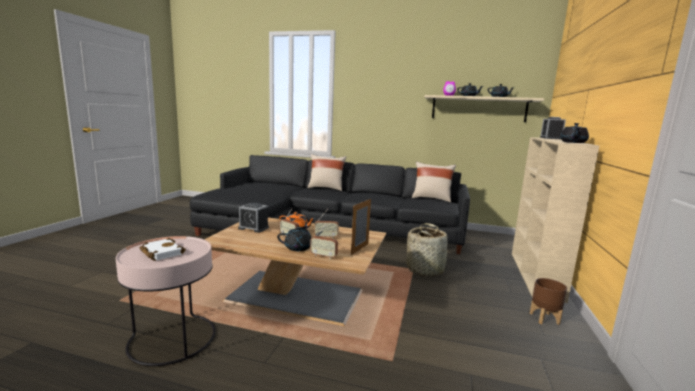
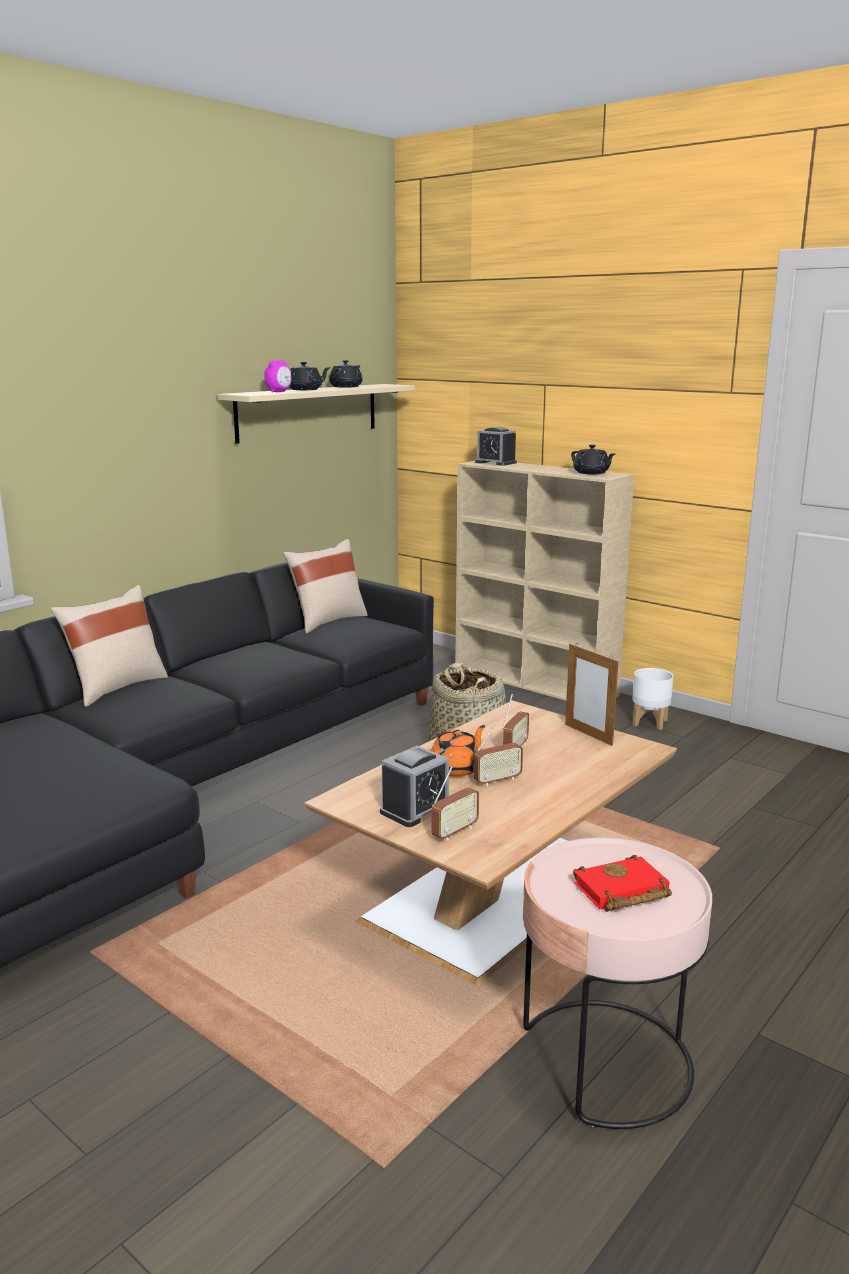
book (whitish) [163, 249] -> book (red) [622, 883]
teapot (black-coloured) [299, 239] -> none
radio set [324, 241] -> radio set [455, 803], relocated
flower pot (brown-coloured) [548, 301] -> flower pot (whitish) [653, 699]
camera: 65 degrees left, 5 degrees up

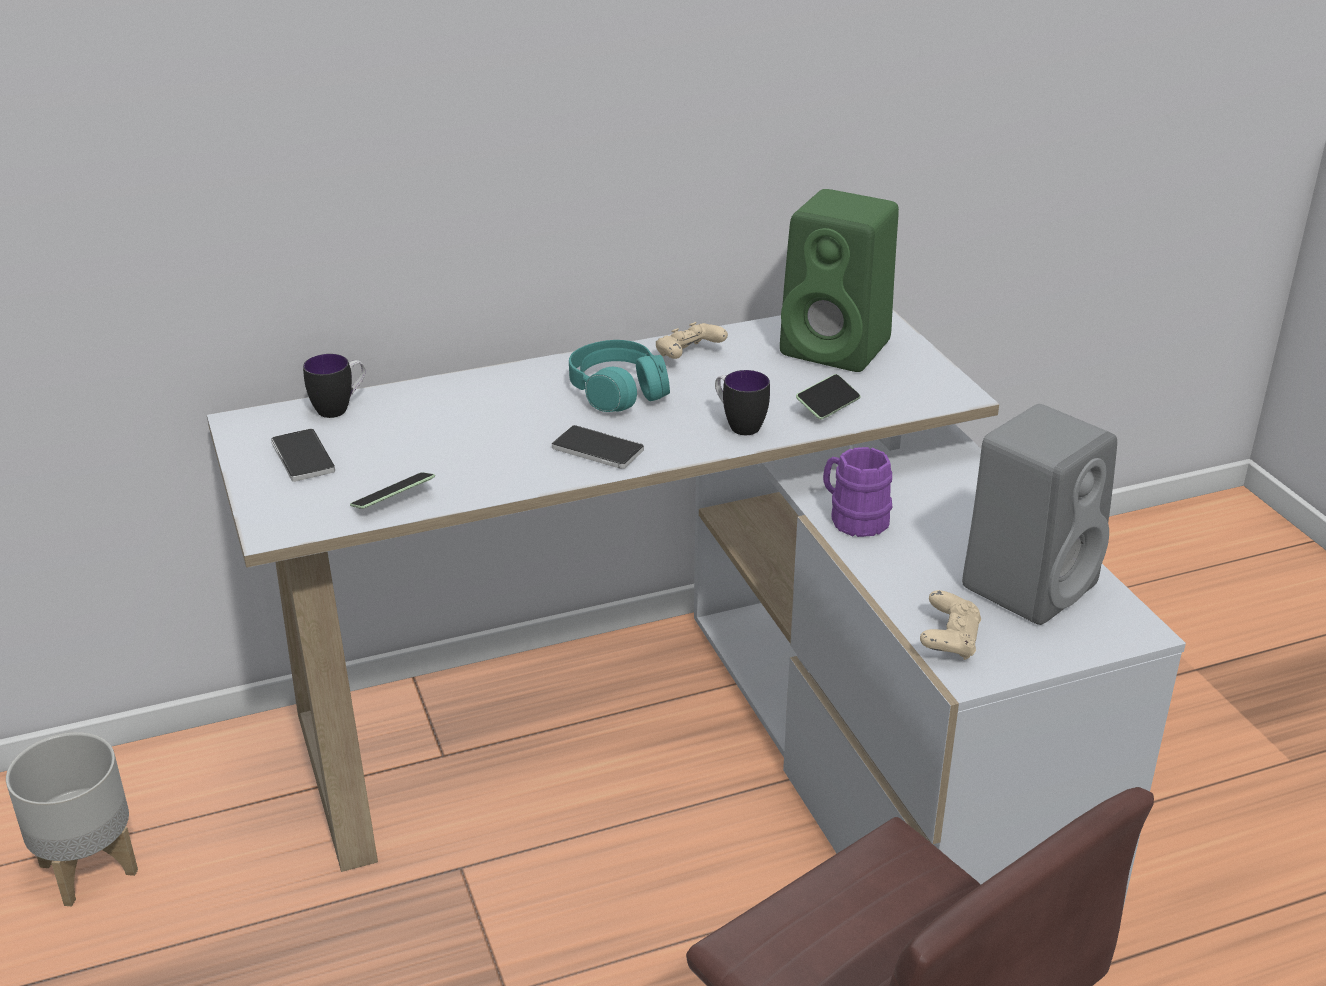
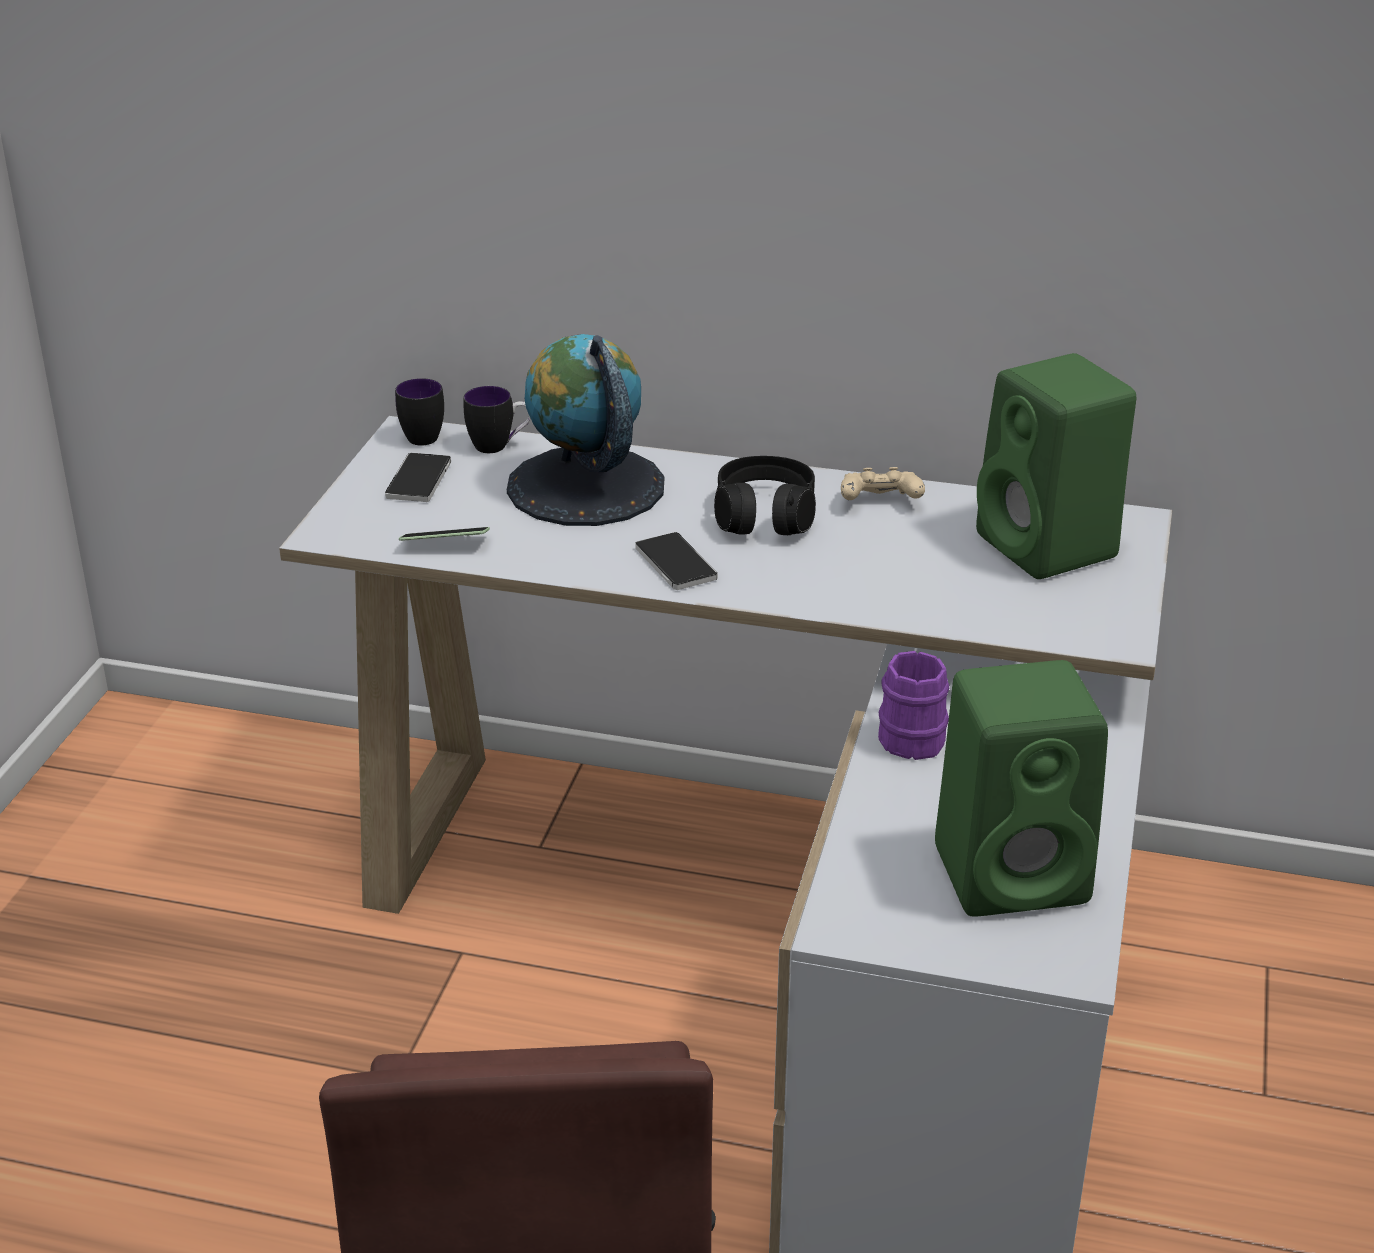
flower pot (greyish) [72, 819] -> none
headset (turquoise-coloured) [619, 376] -> headset (black-coloured) [765, 495]
coffee mug [742, 402] -> coffee mug [419, 412], relocated
telephone [828, 396] -> none
game controller (sand-coloured) [950, 625] -> none
loudspeaker (greyish) [1039, 514] -> loudspeaker (green-coloured) [1021, 788]
none -> globe [585, 430]
camera: 35 degrees right, 0 degrees up

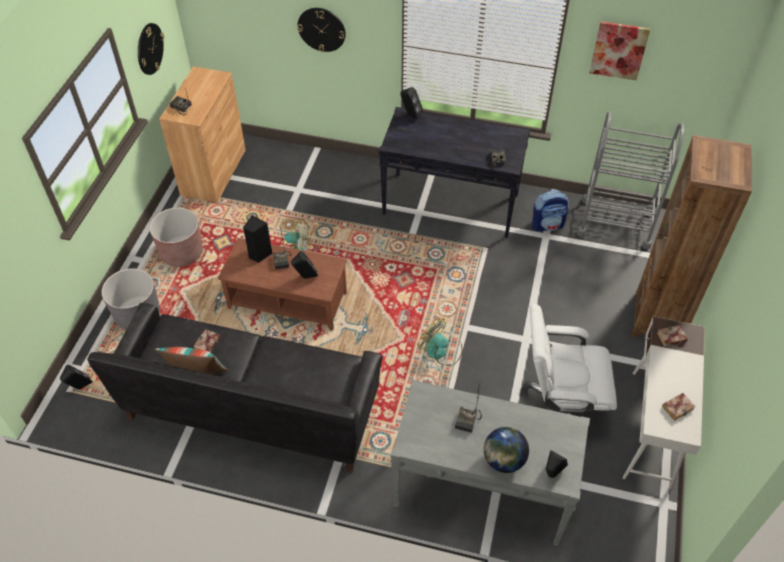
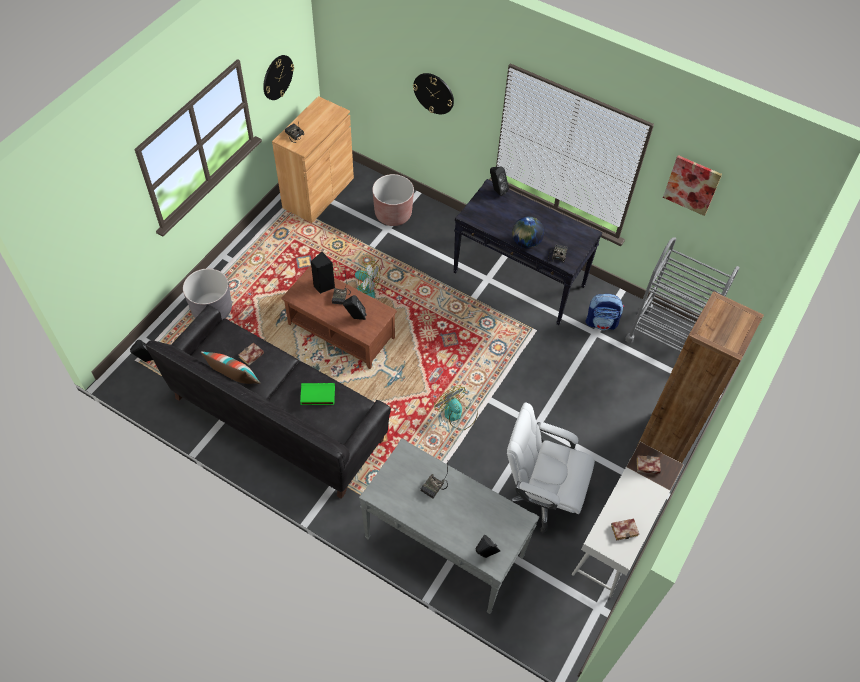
flower pot (brown-coloured) [176, 237] -> flower pot (brown-coloured) [393, 200], relocated
globe [506, 450] -> globe [528, 232], relocated
none -> book (green-coloured) [317, 394]
camera: 15 degrees right, 5 degrees up

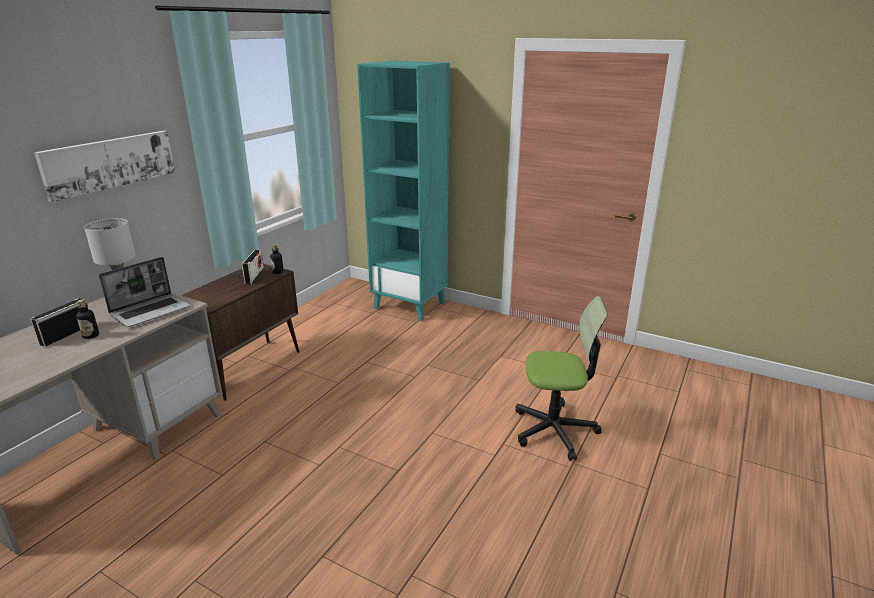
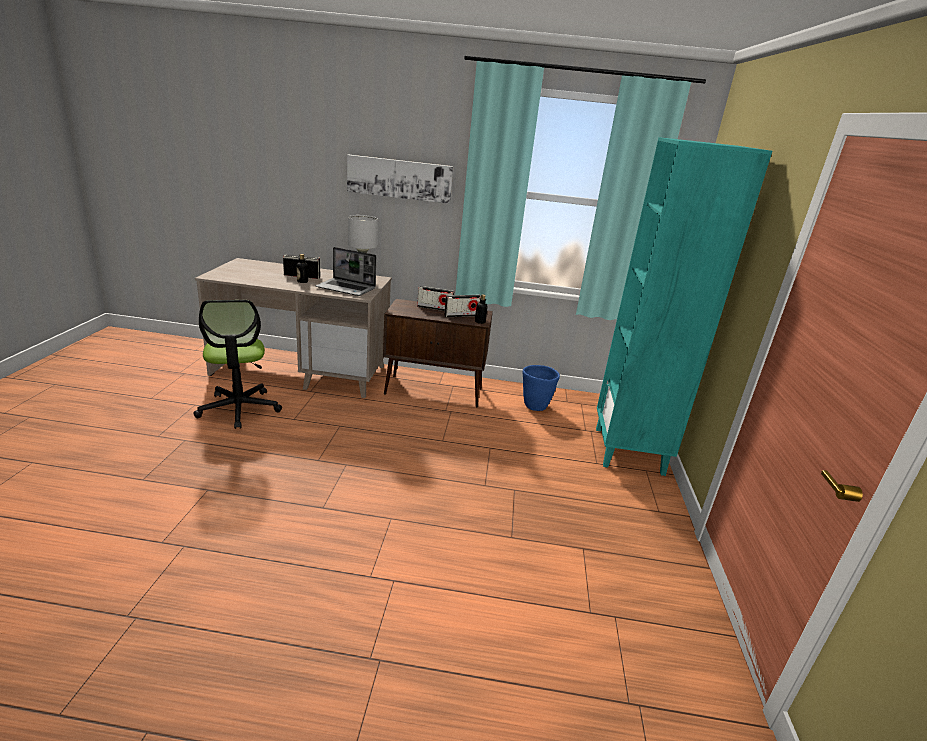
office chair [562, 378] -> office chair [237, 364], relocated
none -> radio set [435, 298]
none -> flower pot (bluish) [541, 388]
camera: 65 degrees right, 0 degrees up

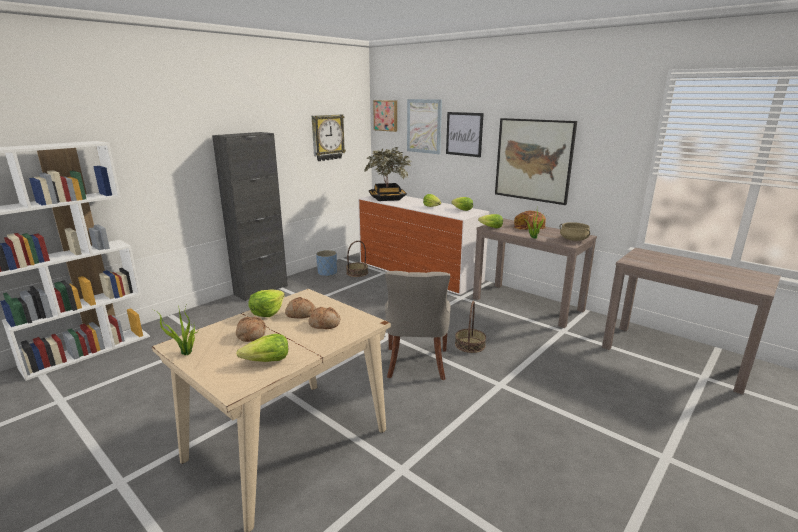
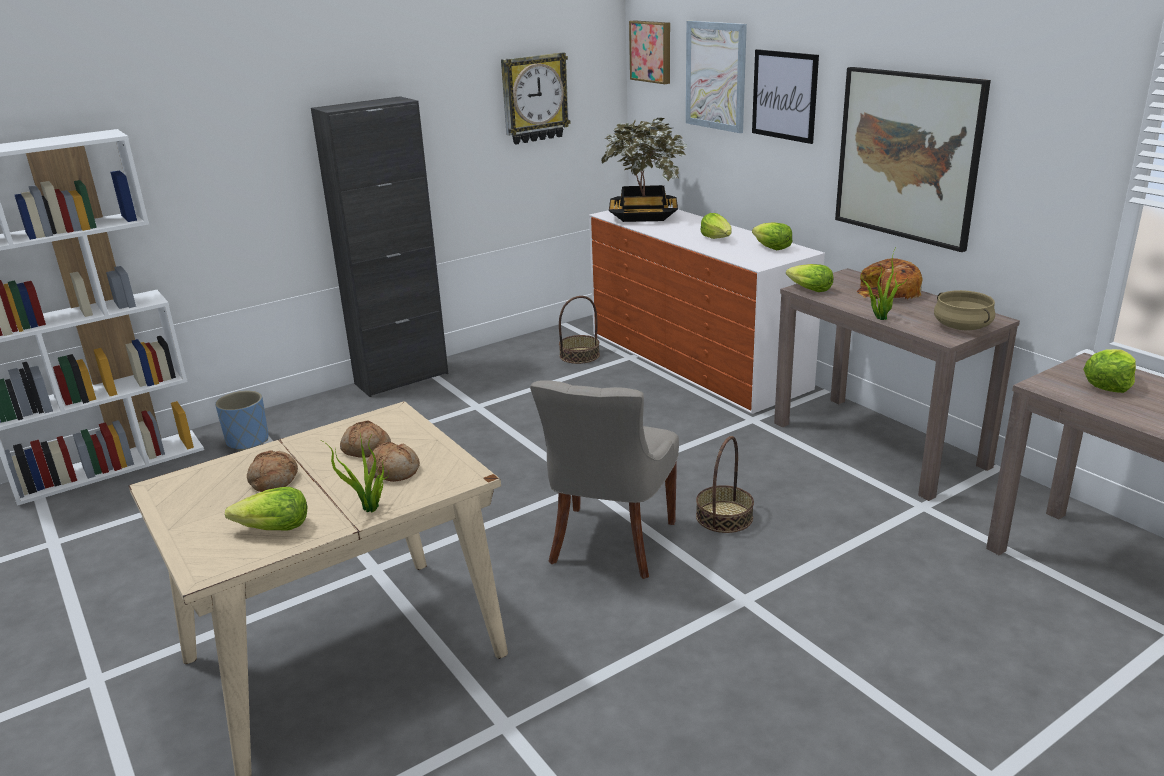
plant in a pot [176, 330] -> plant in a pot [355, 473], relocated
lettuce [266, 303] -> lettuce [1109, 371], relocated
flower pot (bluish) [326, 263] -> flower pot (bluish) [241, 420], relocated
camera: 15 degrees right, 5 degrees up

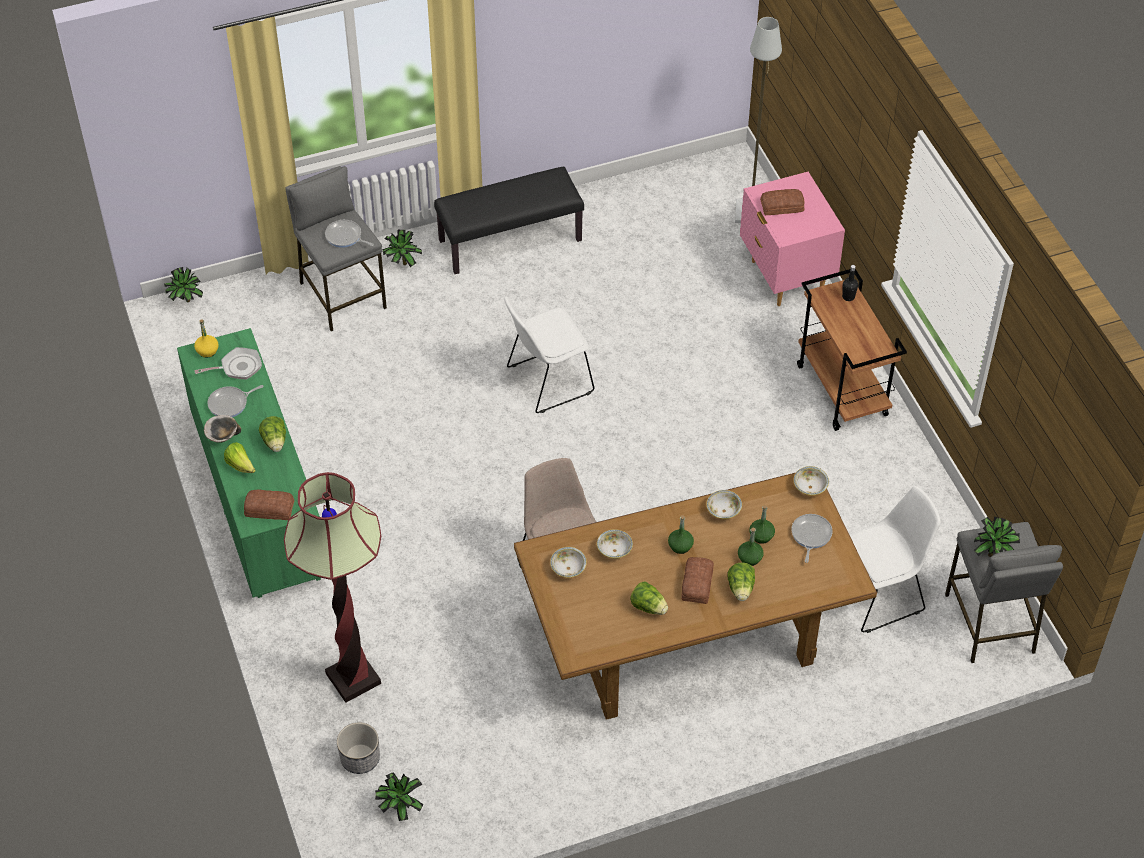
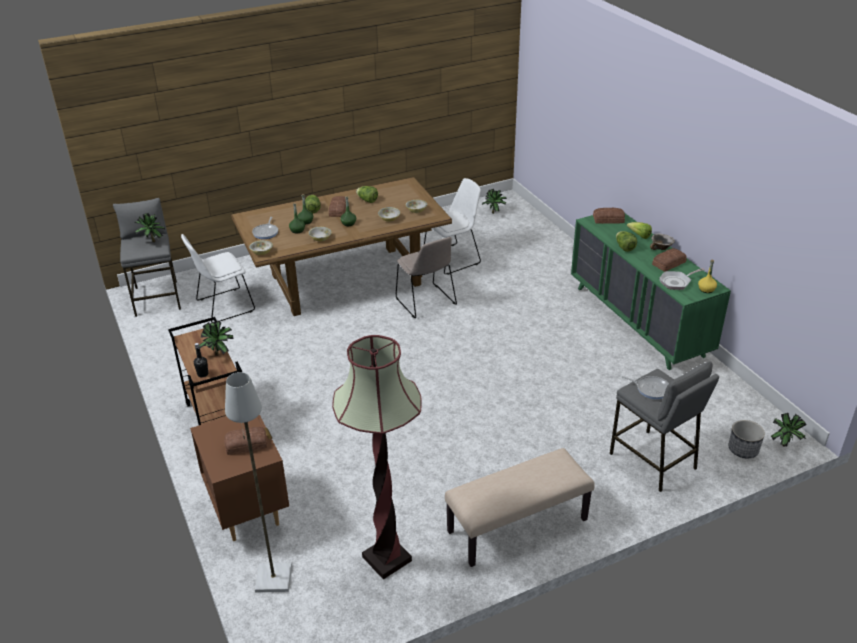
skillet [235, 401] -> bread [669, 260]
floor lamp [332, 587] -> floor lamp [377, 457], relocated
flower pot [358, 748] -> flower pot [747, 439], relocated
plant in a pot [402, 248] -> plant in a pot [216, 338], relocated
long seat (black-coloured) [509, 220] -> long seat (sand-coloured) [520, 507]
upright chair (whitish) [549, 354] -> upright chair (whitish) [452, 226], relocated
bedside table (pinkish) [792, 239] -> bedside table (brown-coloured) [239, 477]
camera: 175 degrees right, 15 degrees down

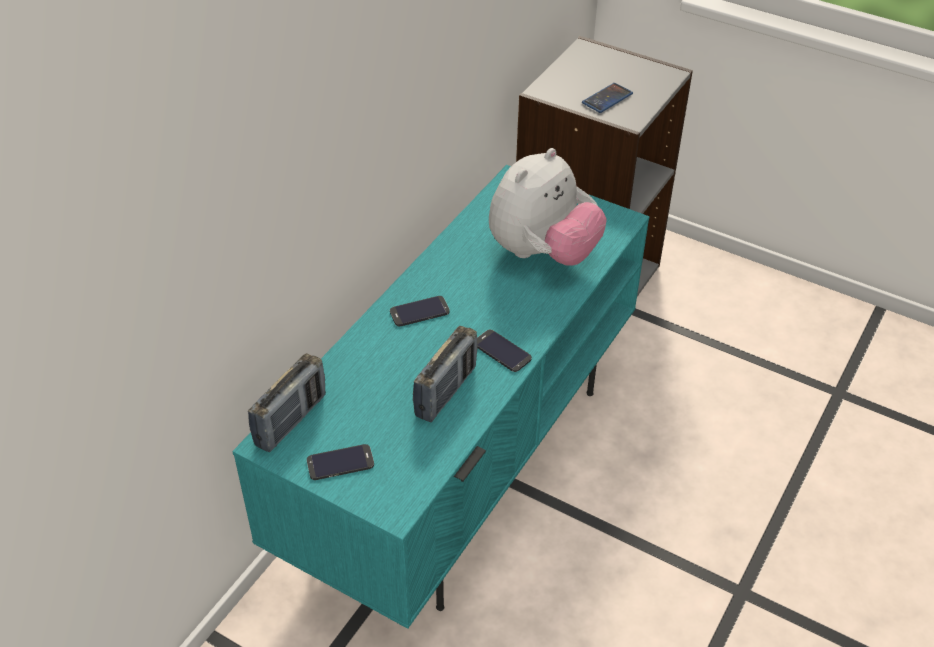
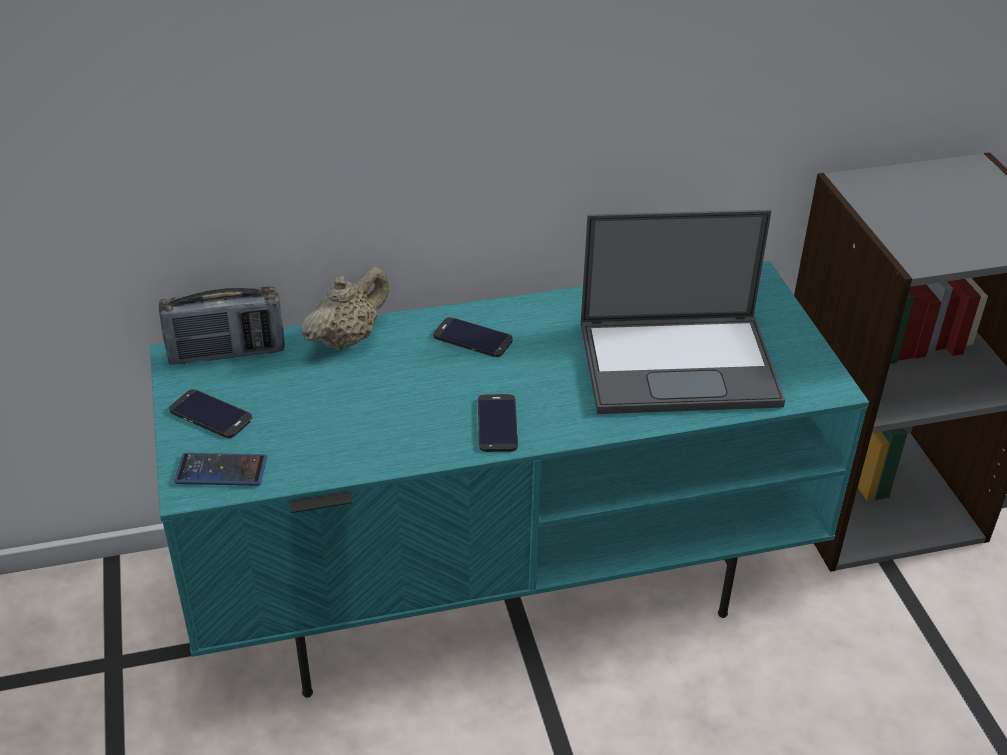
radio set [445, 374] -> none
soft toy [548, 207] -> notebook computer [683, 312]
telephone [607, 98] -> telephone [220, 469], relocated
none -> teapot (sand-coloured) [345, 309]
camera: 45 degrees right, 5 degrees down

